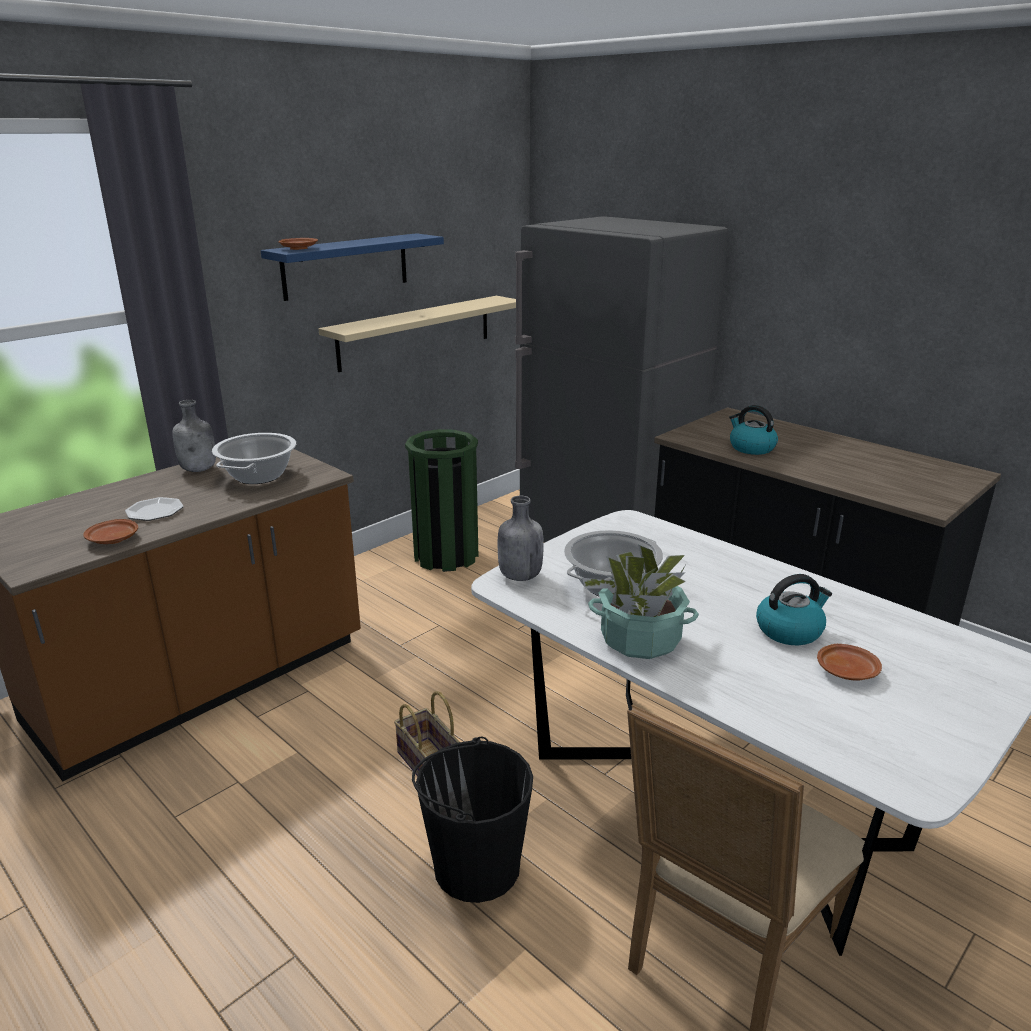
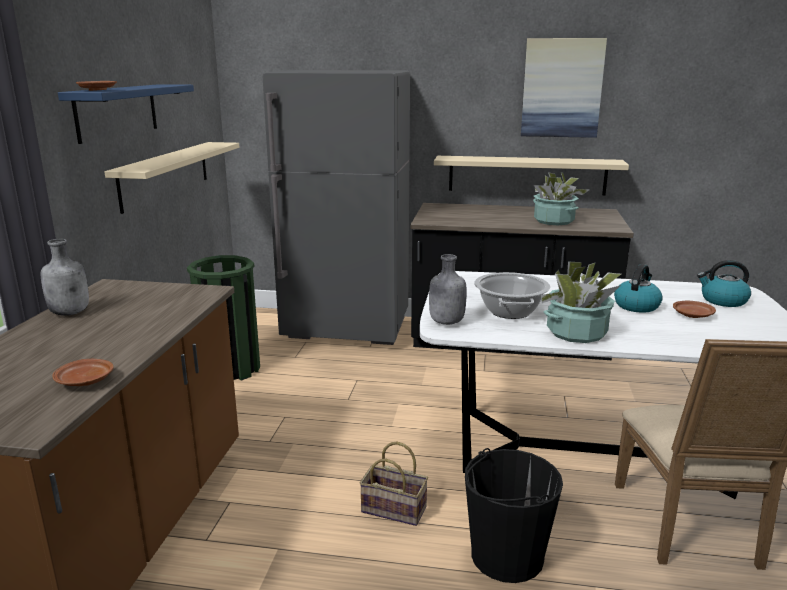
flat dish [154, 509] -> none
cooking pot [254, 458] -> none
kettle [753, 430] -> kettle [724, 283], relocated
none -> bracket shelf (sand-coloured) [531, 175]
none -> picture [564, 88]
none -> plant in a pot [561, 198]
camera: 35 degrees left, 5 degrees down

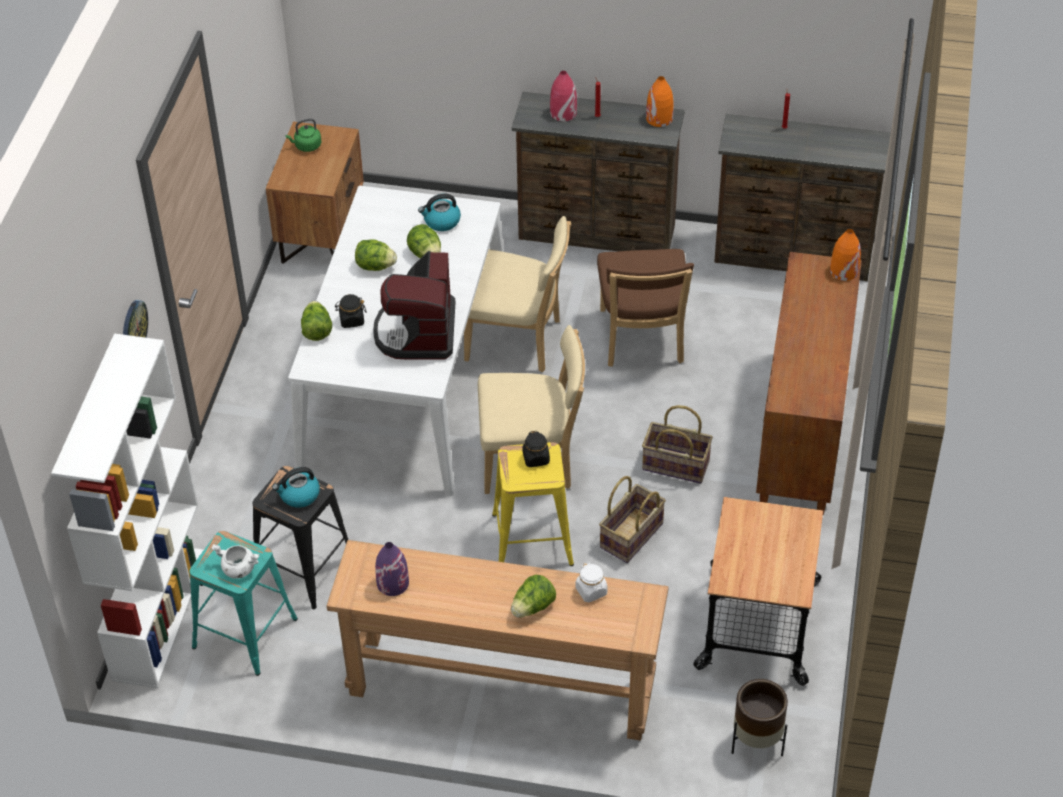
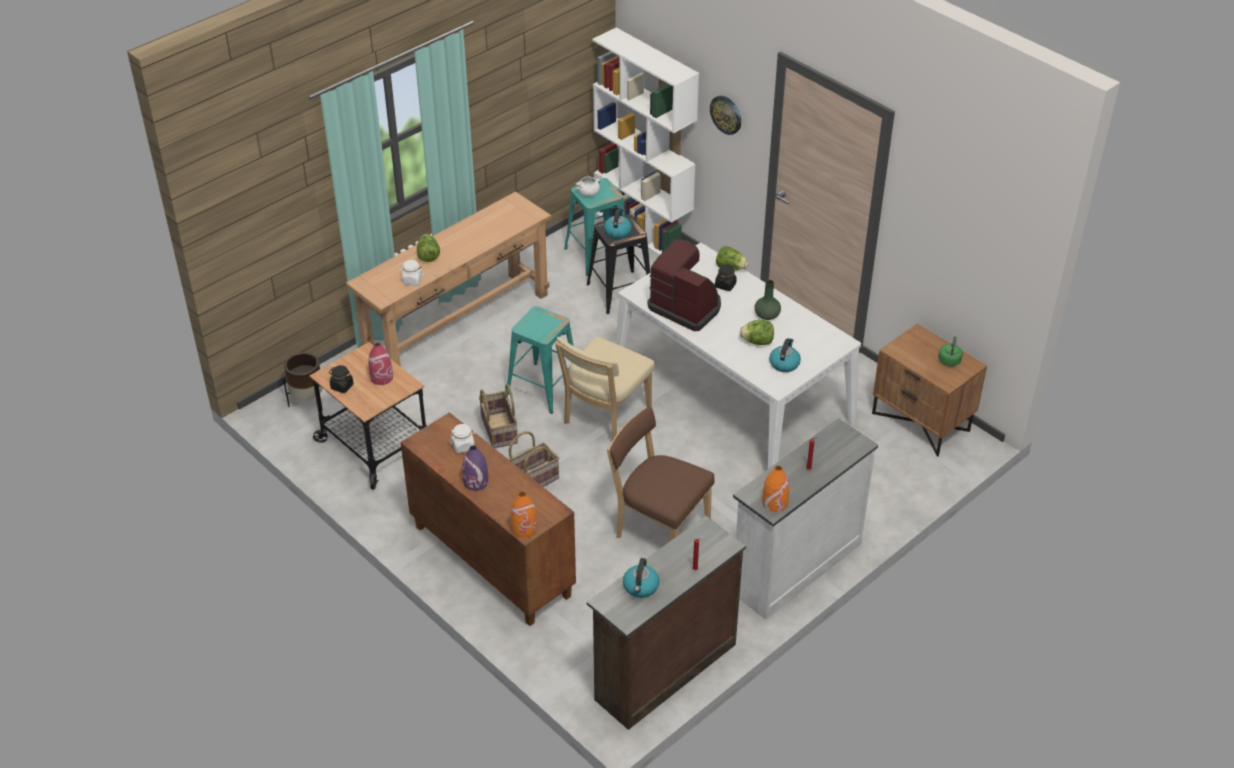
lettuce [376, 255] -> flower vase (green-coloured) [767, 300]
flower vase (purple) [392, 569] -> flower vase (purple) [475, 468], relocated
upright chair (sand-coloured) [517, 294] -> none
sitting stool (yellowish) [533, 504] -> sitting stool (turquoise-coloured) [540, 360]
drawer chest (brown-coloured) [598, 171] -> drawer chest (whitish) [805, 519]
storage jar (black-coloured) [536, 449] -> storage jar (black-coloured) [341, 379], relocated
flower vase (red) [563, 96] -> flower vase (red) [380, 364], relocated
none -> storage jar (whitish) [463, 438]
none -> kettle [641, 578]
camera: 125 degrees right, 5 degrees down

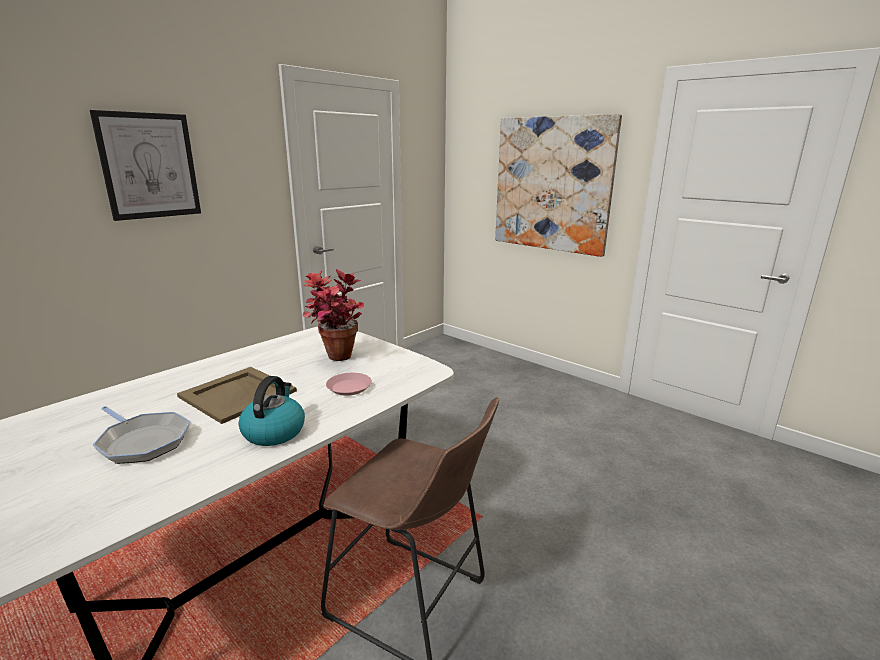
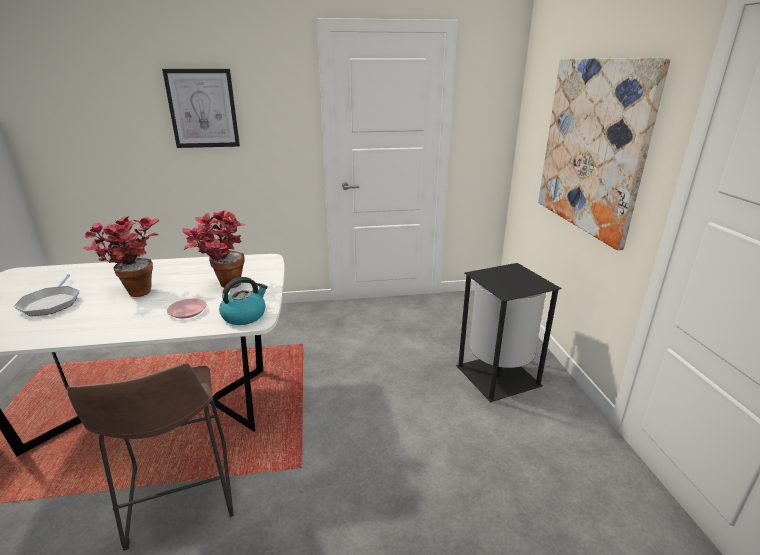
tray (sand-coloured) [237, 395] -> plant in a pot [121, 256]
kettle [271, 411] -> kettle [243, 301], relocated
none -> trash can (black-coloured) [509, 332]
camera: 40 degrees right, 5 degrees up

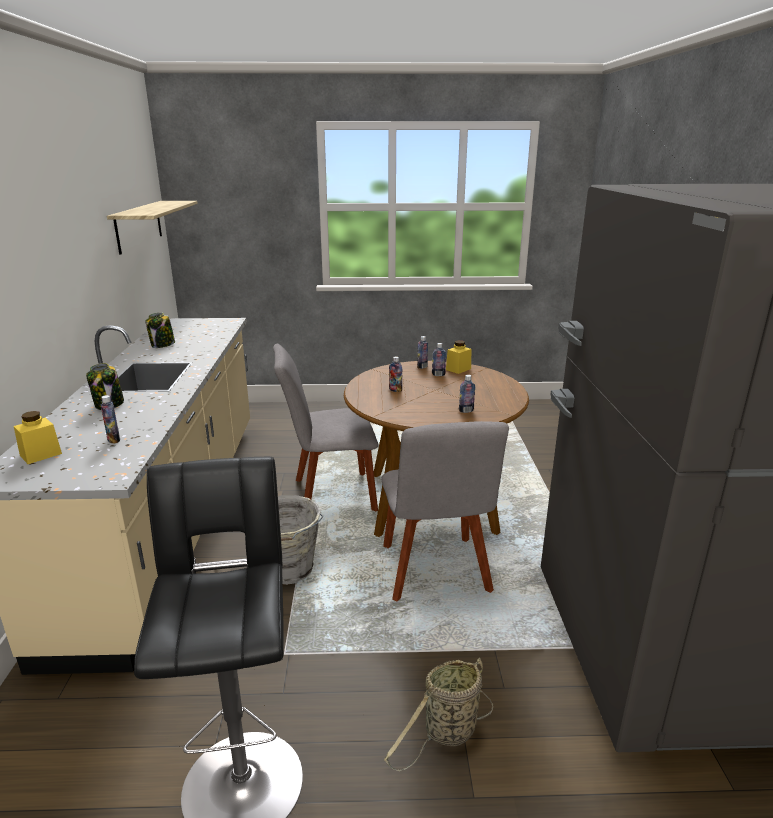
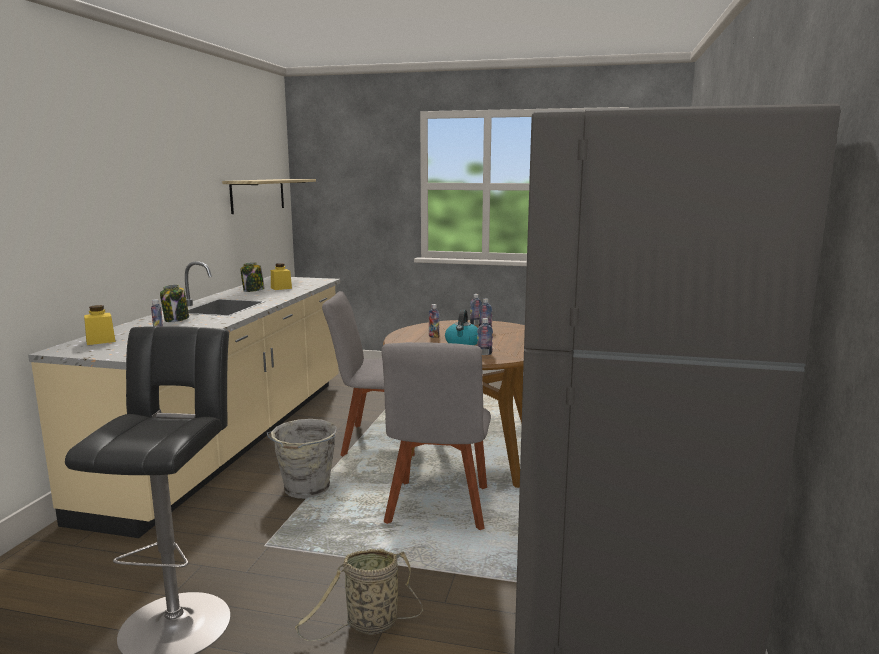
storage jar (yellowish) [458, 357] -> storage jar (yellowish) [281, 276], relocated
none -> kettle [461, 327]
camera: 15 degrees right, 10 degrees down

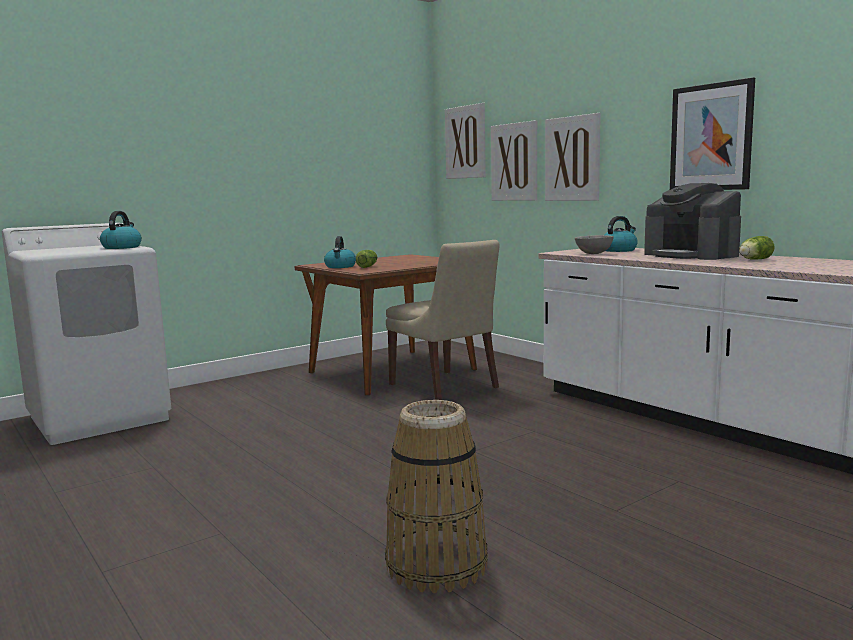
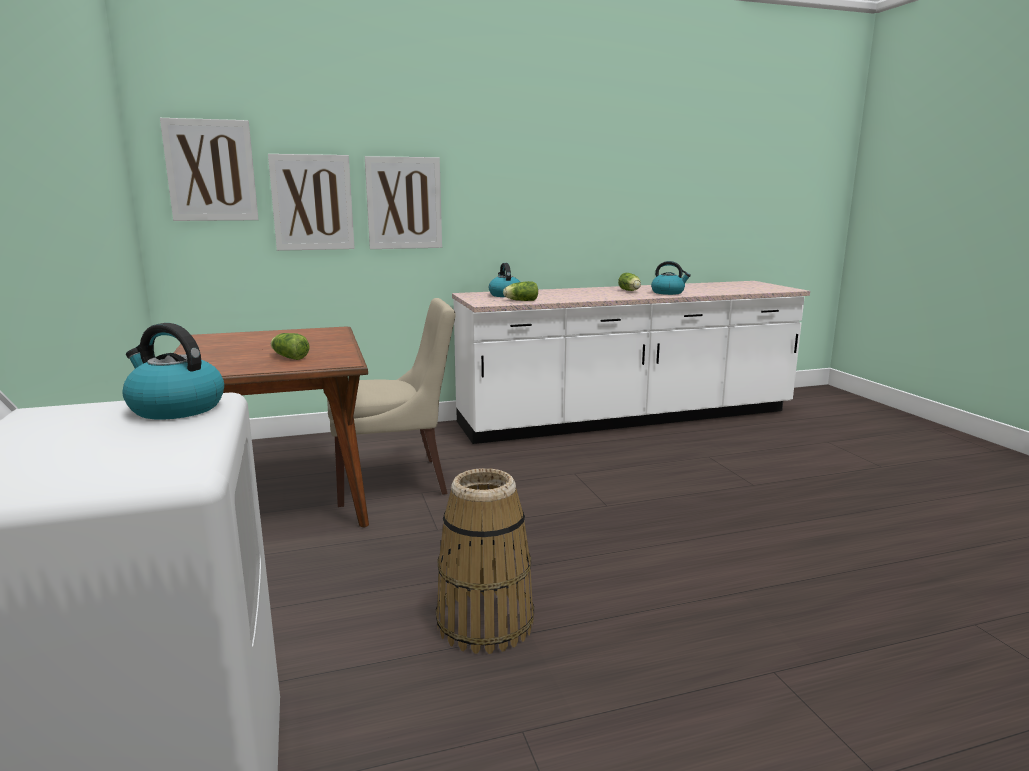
kettle [340, 252] -> kettle [671, 278], relocated
household basket [436, 496] -> household basket [485, 561], relocated
serving bowl (greyish) [594, 244] -> lettuce [520, 291]
coffee machine [692, 221] -> none
picture [712, 134] -> none
camera: 70 degrees left, 5 degrees up

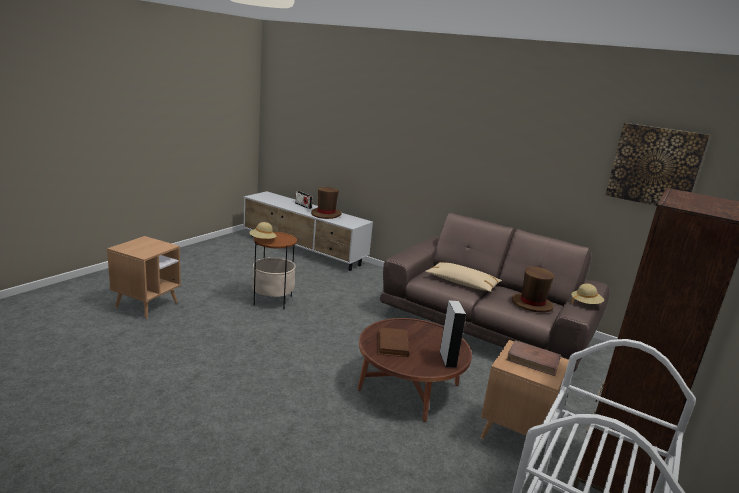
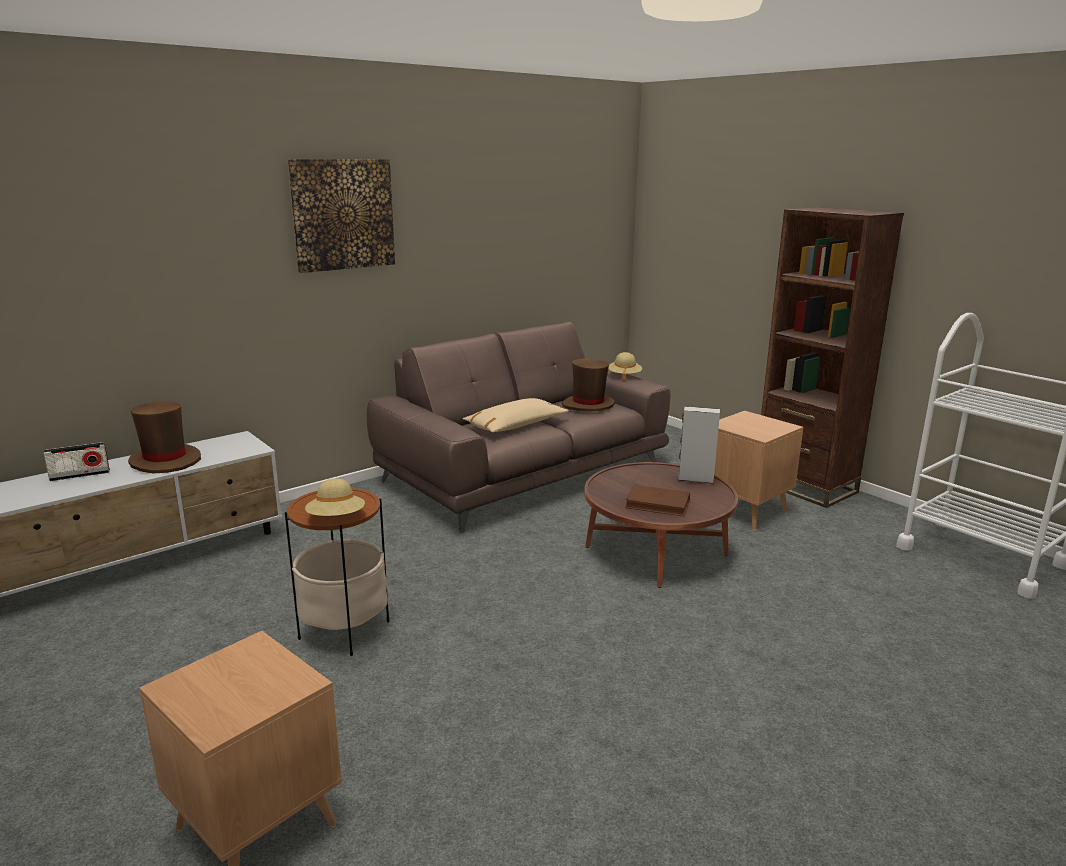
book (brown-coloured) [533, 358] -> none
picture [657, 164] -> picture [341, 216], relocated
camera: 70 degrees left, 0 degrees up

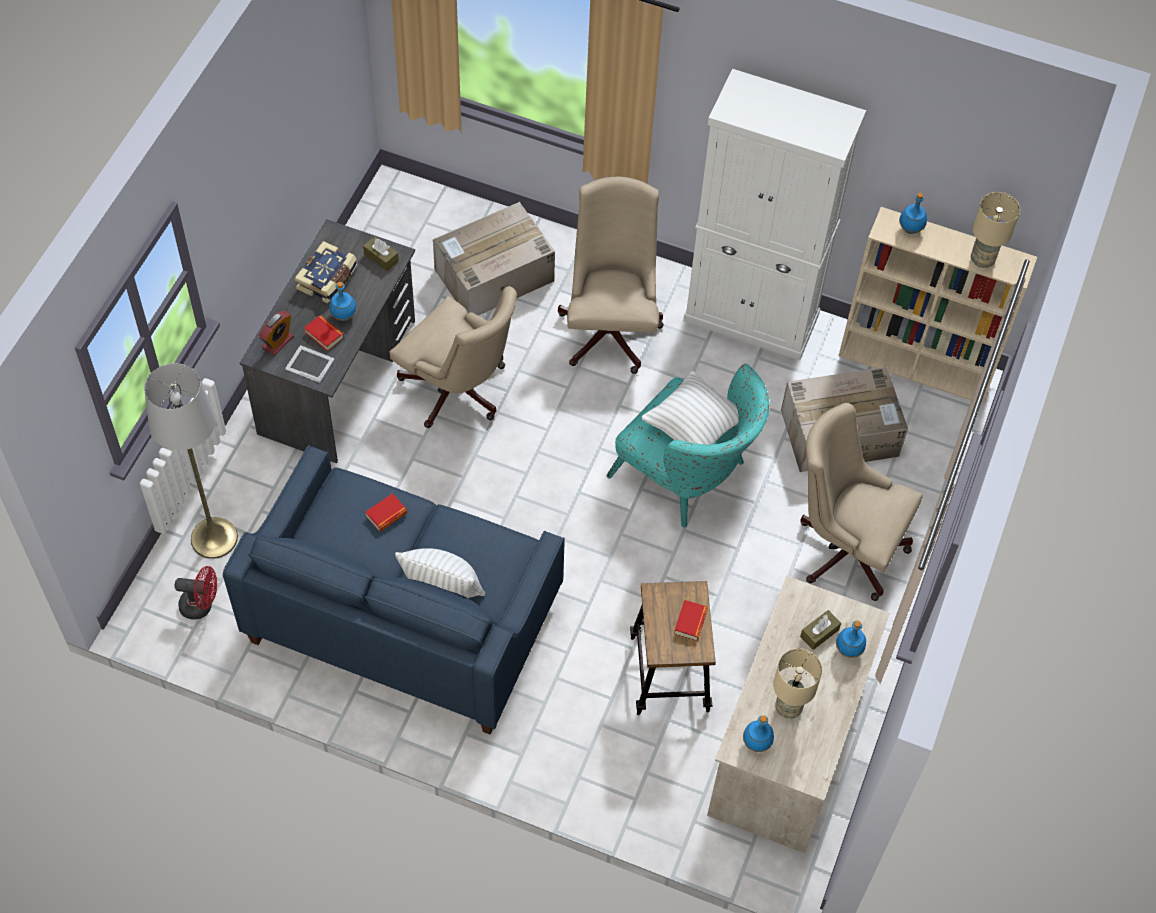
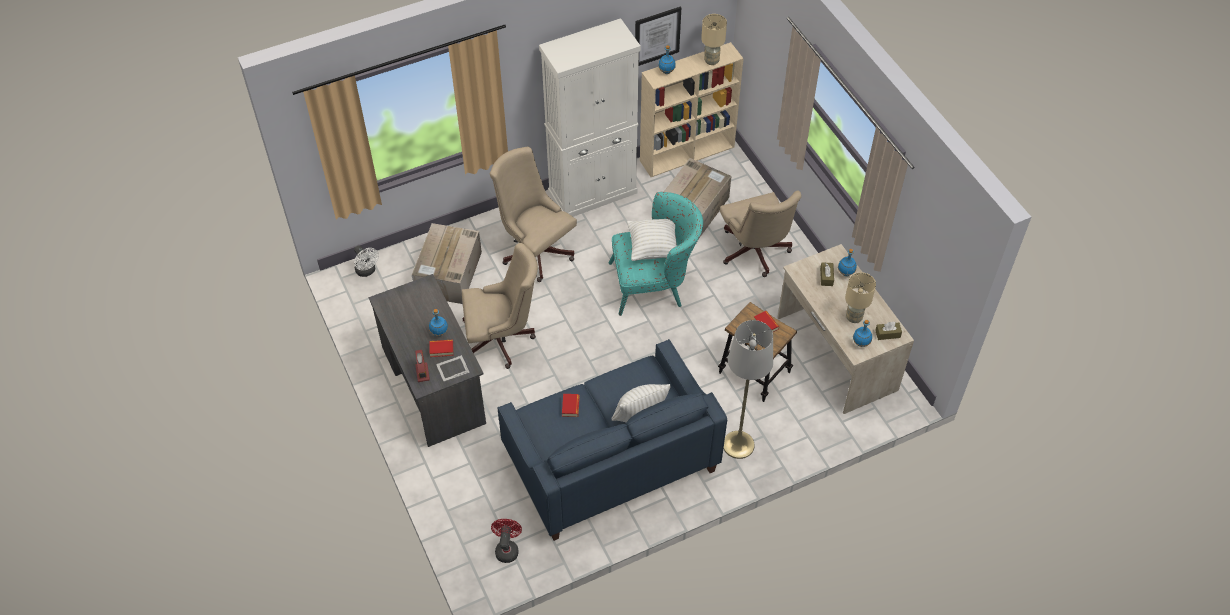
floor lamp (greyish) [191, 461] -> floor lamp (greyish) [748, 389], relocated
electric fan (red) [196, 593] -> electric fan (red) [506, 541], 45 degrees counterclockwise
book [326, 272] -> none
tissue holder (brown-coloured) [381, 253] -> tissue holder (brown-coloured) [888, 330], relocated
office chair (sand-coloured) [861, 502] -> office chair (sand-coloured) [760, 233], 90 degrees counterclockwise
none -> electric fan (whitish) [366, 261]
none -> picture [658, 36]
camera: 45 degrees left, 5 degrees down

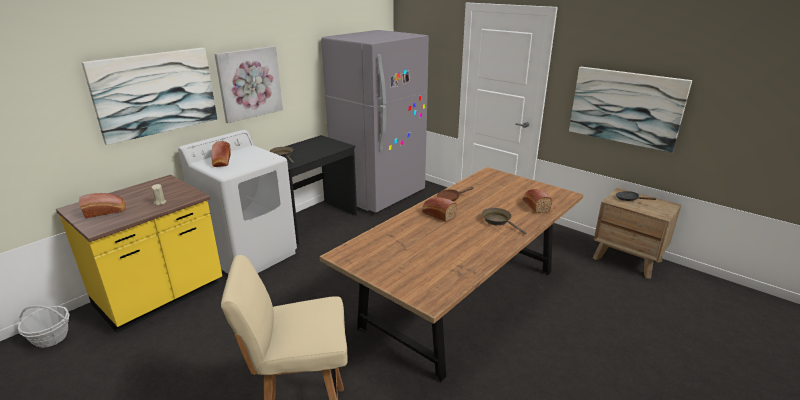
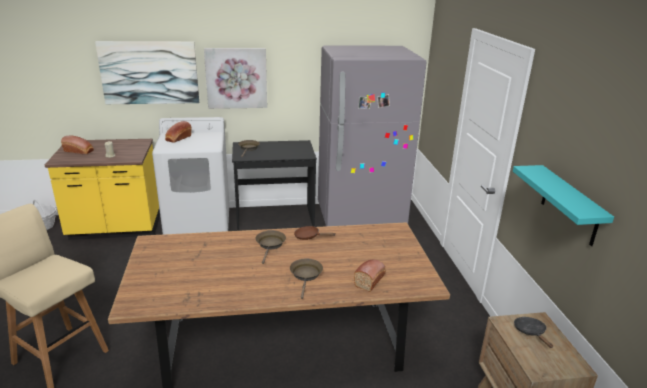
bread [439, 209] -> skillet (brown-coloured) [271, 247]
picture [630, 110] -> bracket shelf (turquoise-coloured) [563, 205]
camera: 40 degrees right, 0 degrees up

